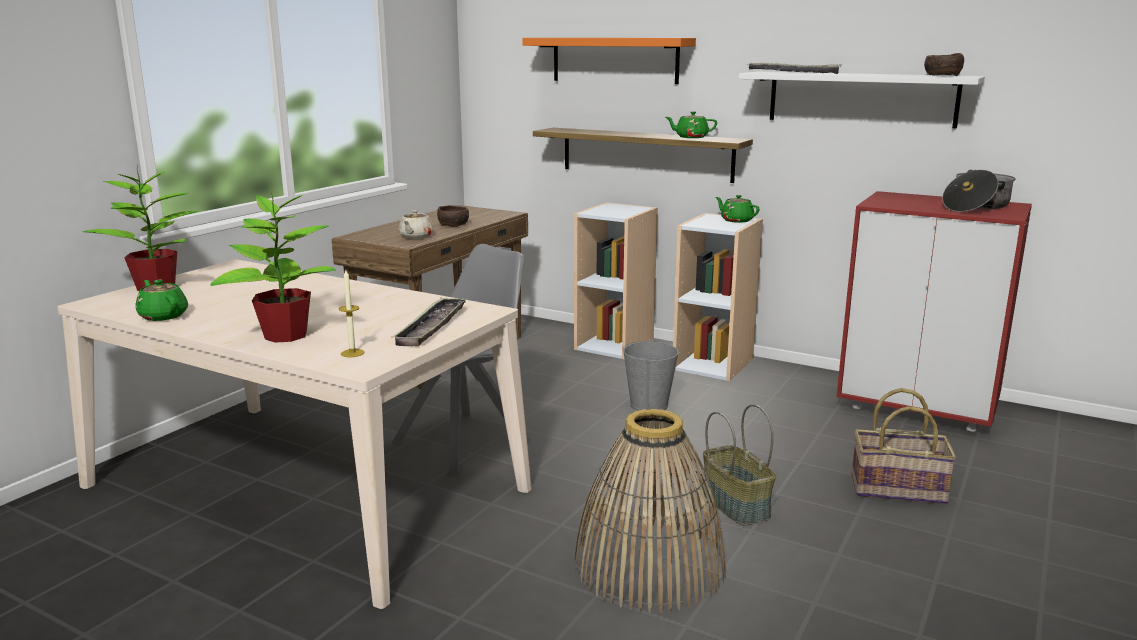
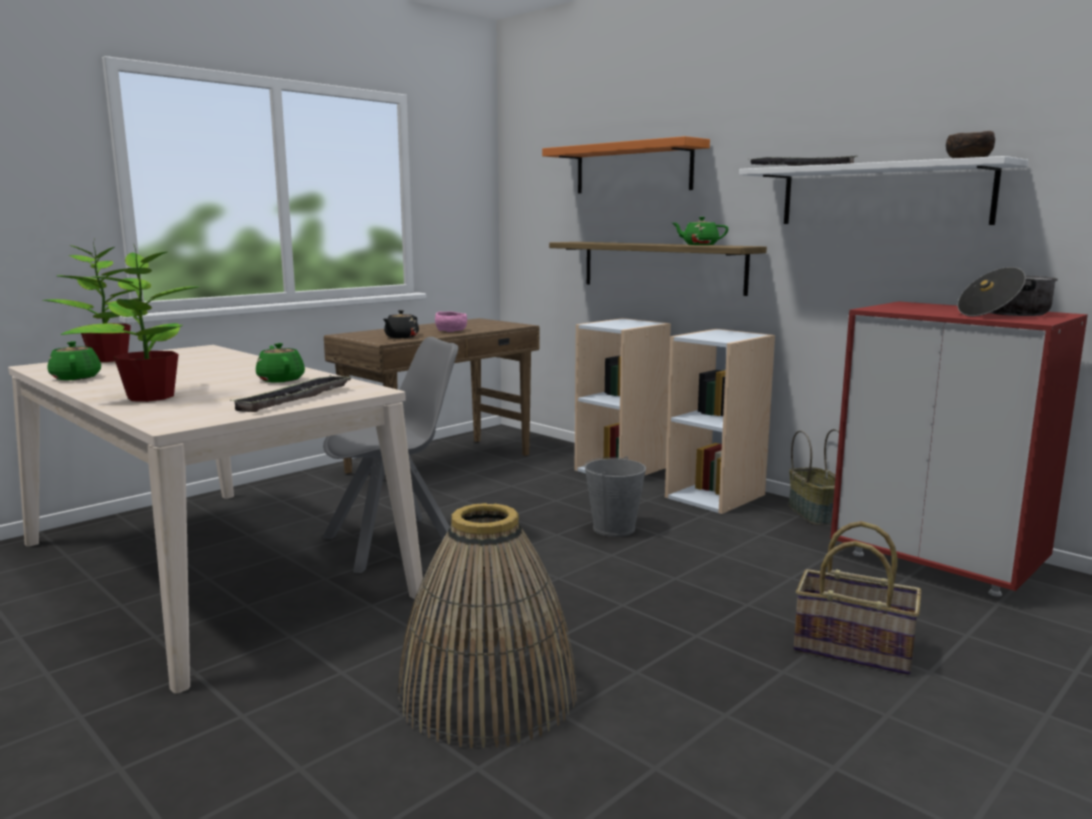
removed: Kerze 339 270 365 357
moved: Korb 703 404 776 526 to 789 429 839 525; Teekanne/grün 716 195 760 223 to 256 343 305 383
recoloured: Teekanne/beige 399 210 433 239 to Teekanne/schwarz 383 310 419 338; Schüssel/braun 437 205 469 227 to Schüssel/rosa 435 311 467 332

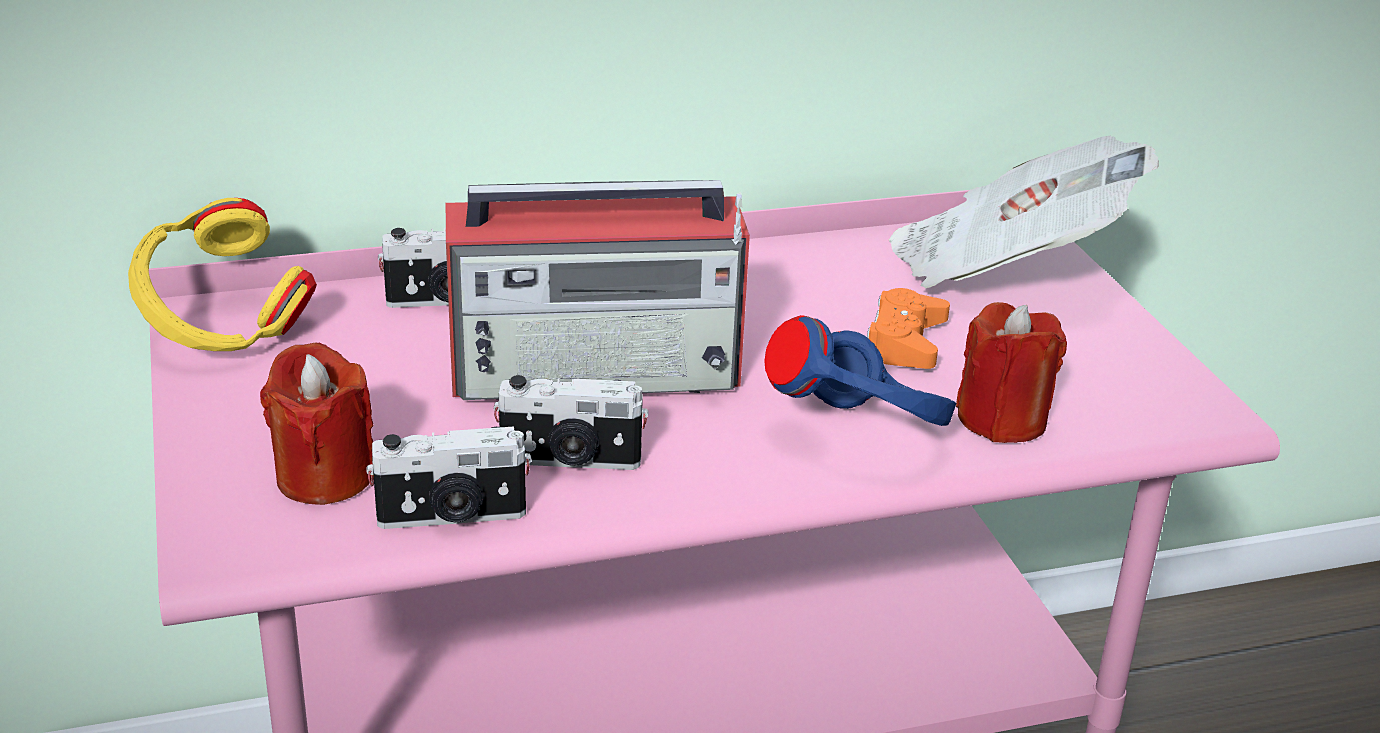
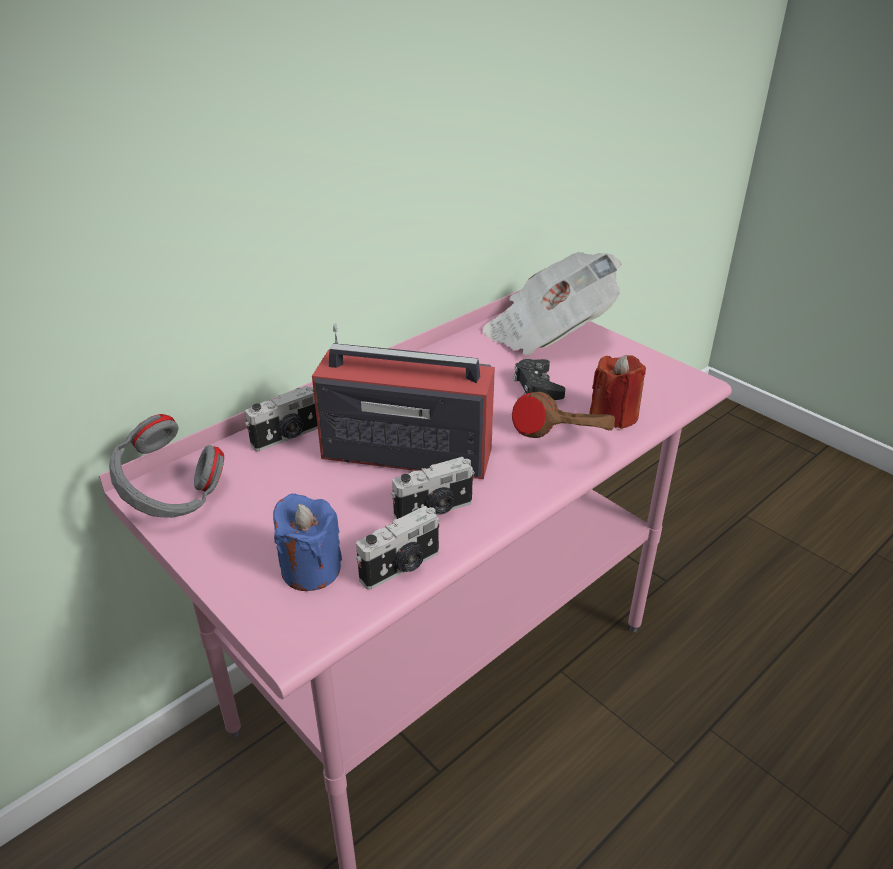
recoloured: Kopfhörer/gelb 128 198 317 351 to Kopfhörer/grau 109 414 224 518; Kerze/rot 260 342 374 505 to Kerze/blau 273 493 342 591; Kopfhörer/blau 764 315 956 426 to Kopfhörer/braun 512 392 615 438; Gamepad/orange 867 288 950 369 to Gamepad/schwarz 513 359 565 400
turned: Radio 446 180 750 400 = 312 323 495 479 135 degrees counterclockwise

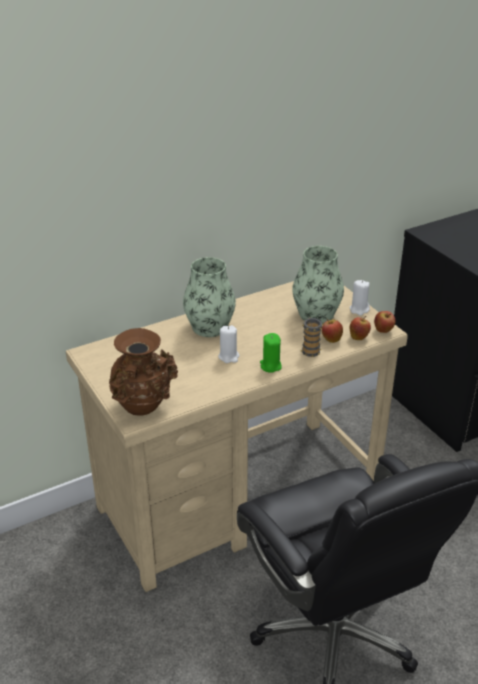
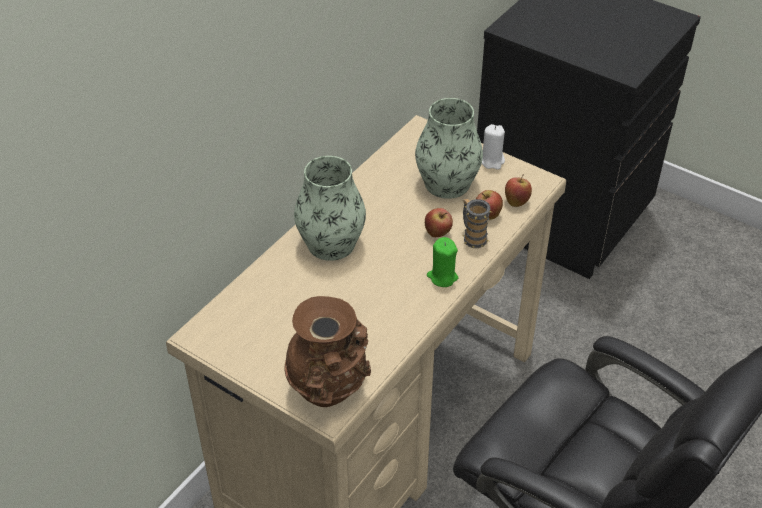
removed: Kerze/weiß 218 325 240 363
moved: Apfel 374 311 396 333 to 425 208 453 237

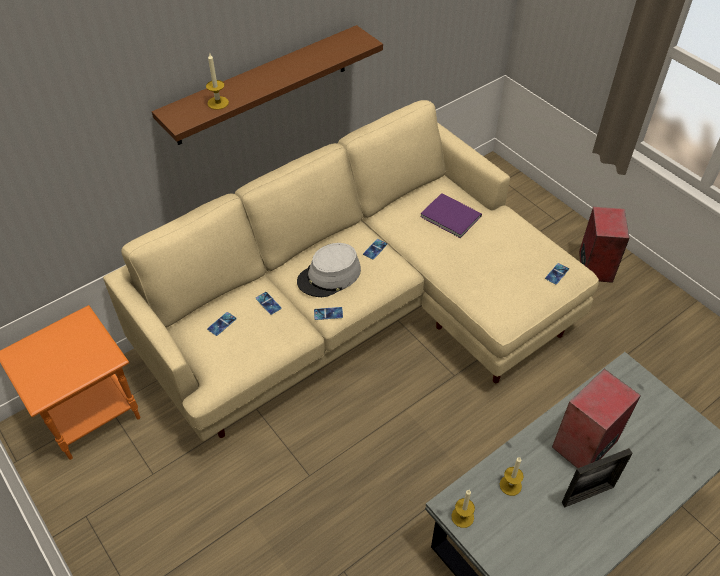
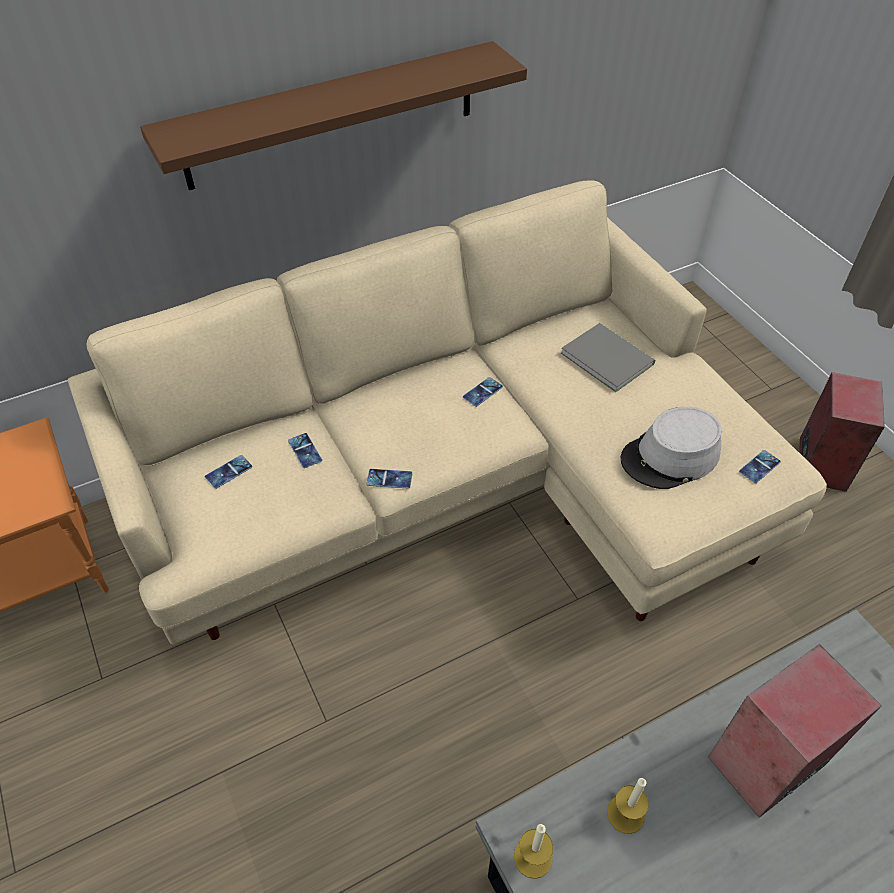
removed: Kerze 206 54 229 110; Bilderrahmen 562 448 633 507
moved: Hut/grau 297 243 361 297 to 621 407 722 489
recoloured: Buch/lila 420 193 482 238 to Buch/grau 561 323 655 392

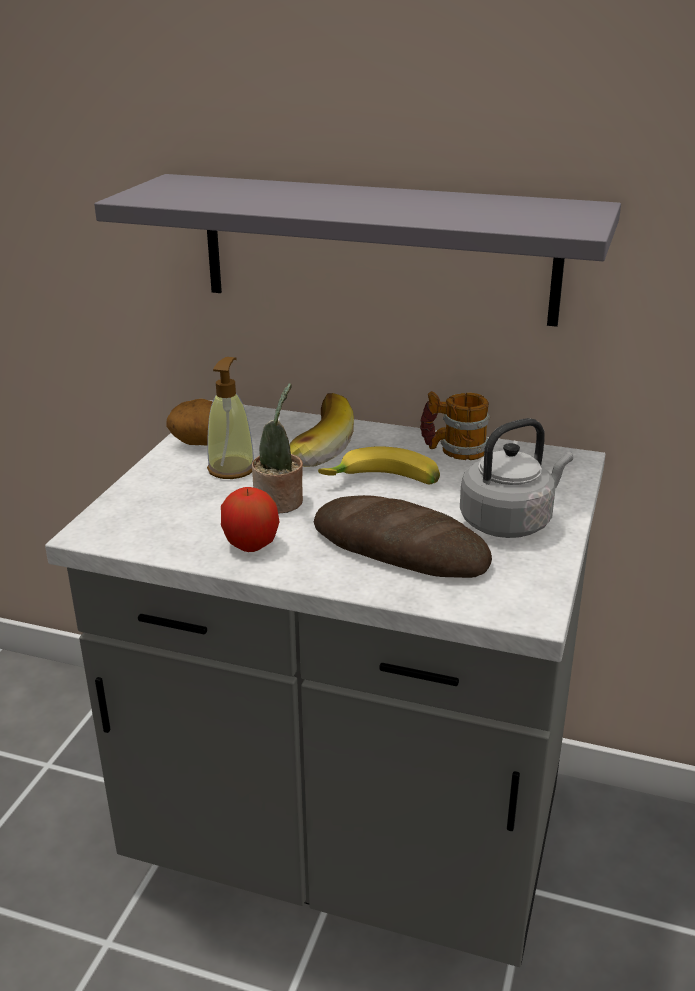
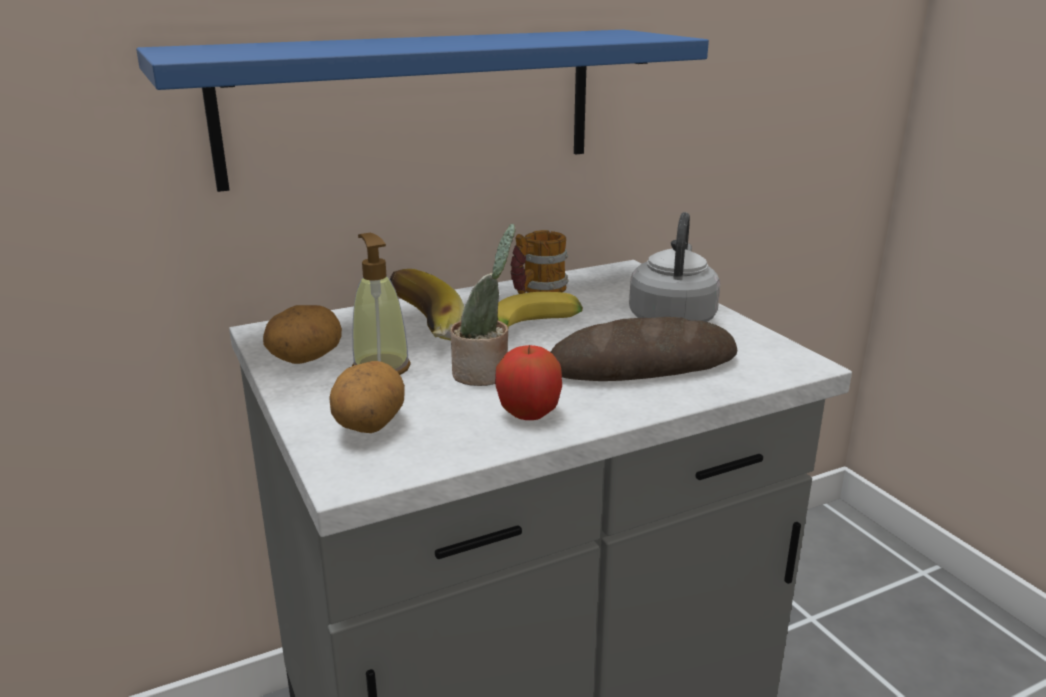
added: Kartoffel 329 361 405 433
recoloured: Wandregal/grau 94 174 621 327 to Wandregal/blau 136 30 709 192

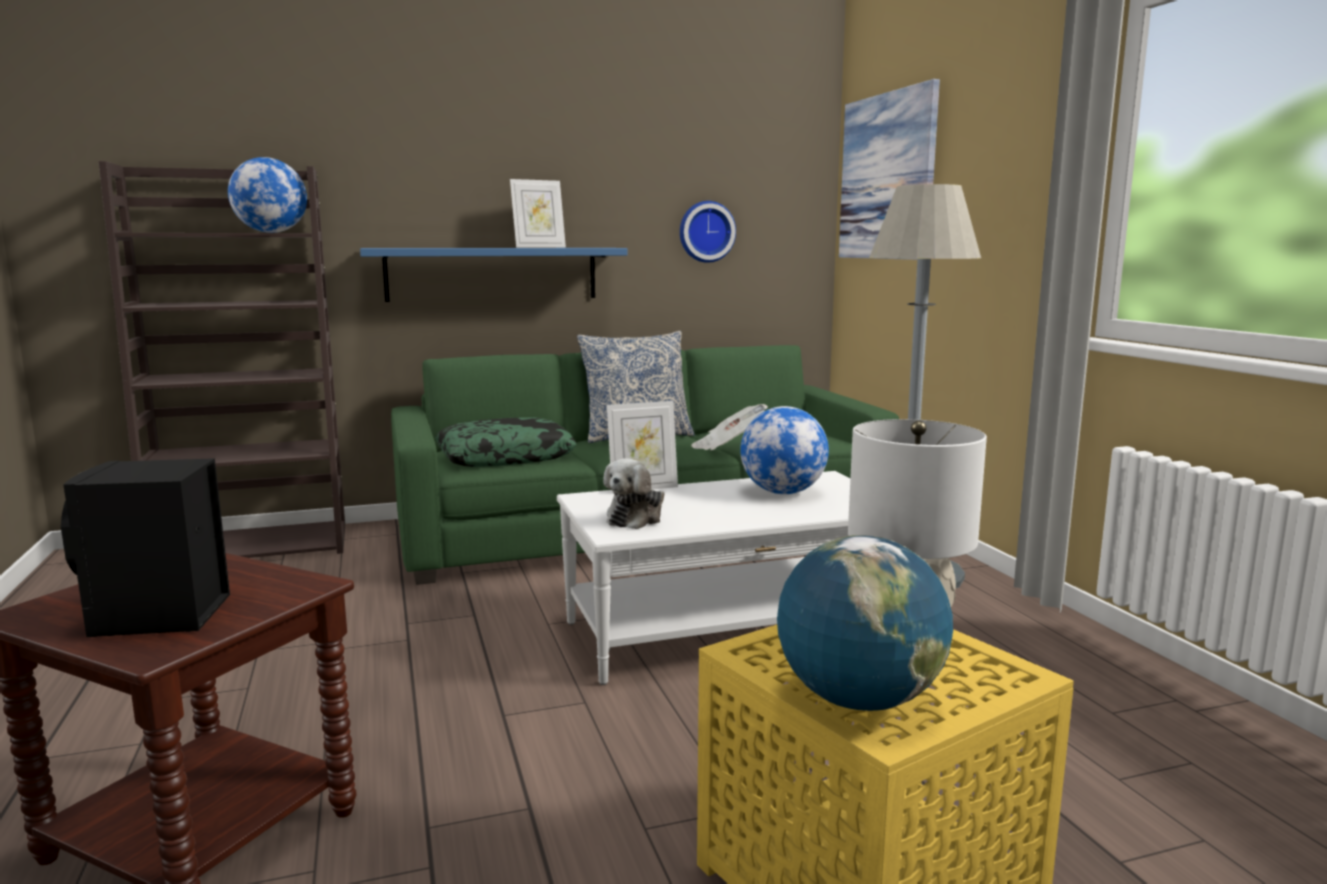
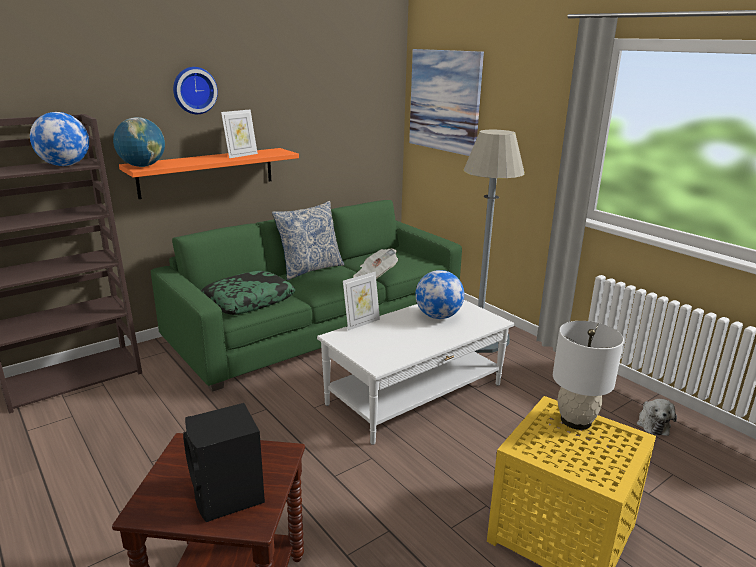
moved: Plüschtier 603 458 665 529 to 637 399 677 436; Wanduhr 680 201 736 263 to 173 67 218 114; Globus 777 535 953 711 to 113 117 165 167
recoloured: Wandregal/blau 360 248 627 302 to Wandregal/orange 119 148 299 199

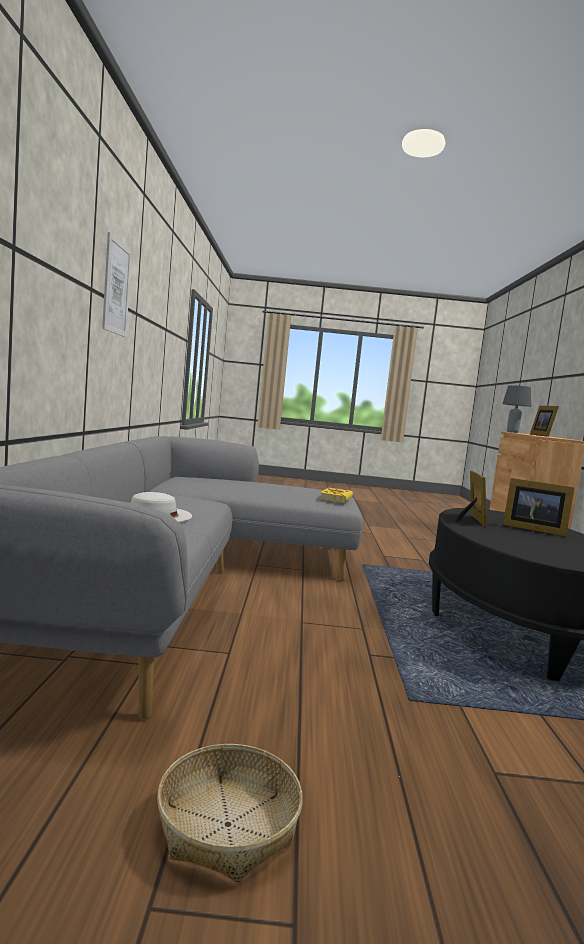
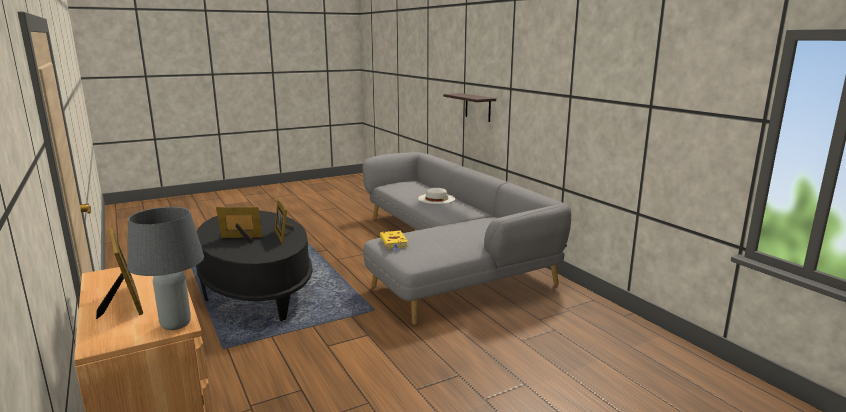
removed: Bild 102 232 132 337; Korb 157 744 303 882
added: Wandregal 443 93 496 122

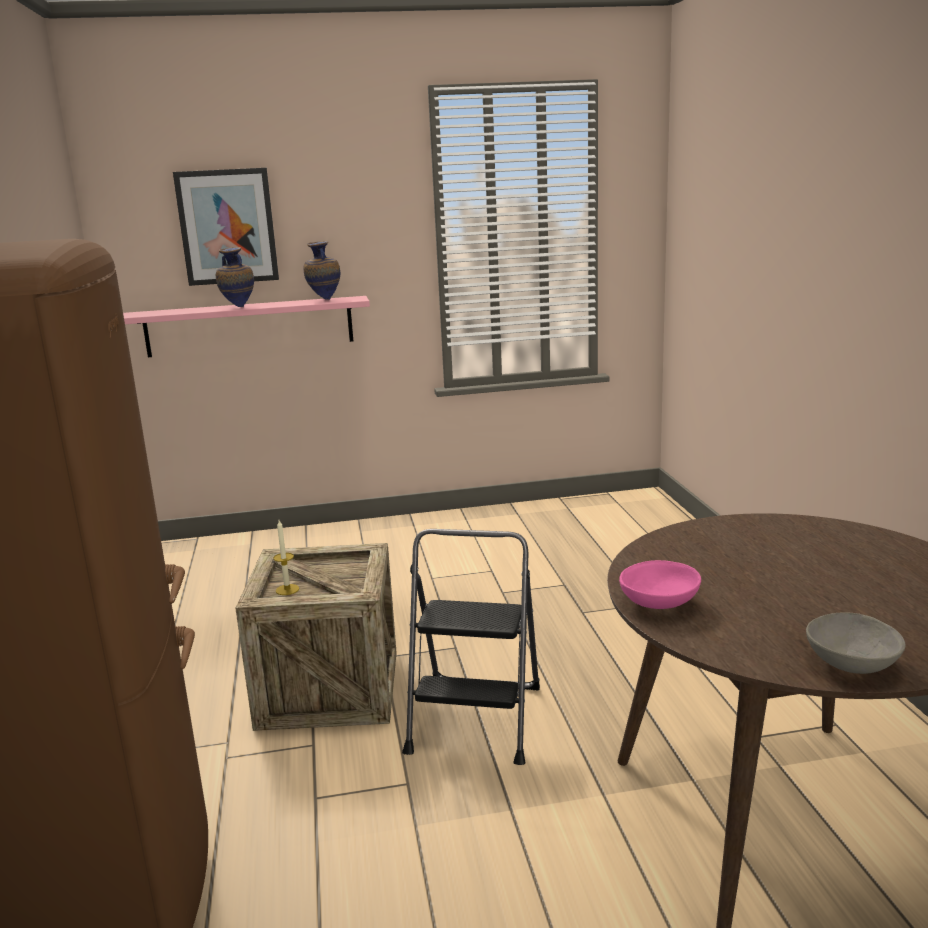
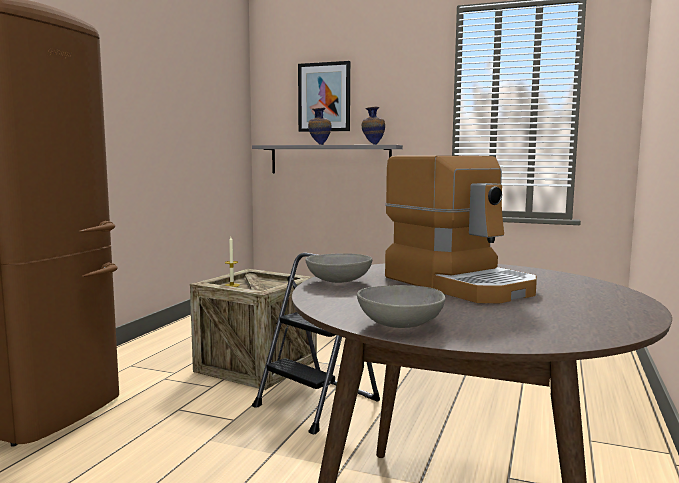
added: Kaffeemaschine 385 156 537 303
recoloured: Wandregal/rosa 123 296 370 357 to Wandregal/grau 252 145 403 173; Schüssel/rosa 619 560 701 609 to Schüssel/grau 305 253 373 283

